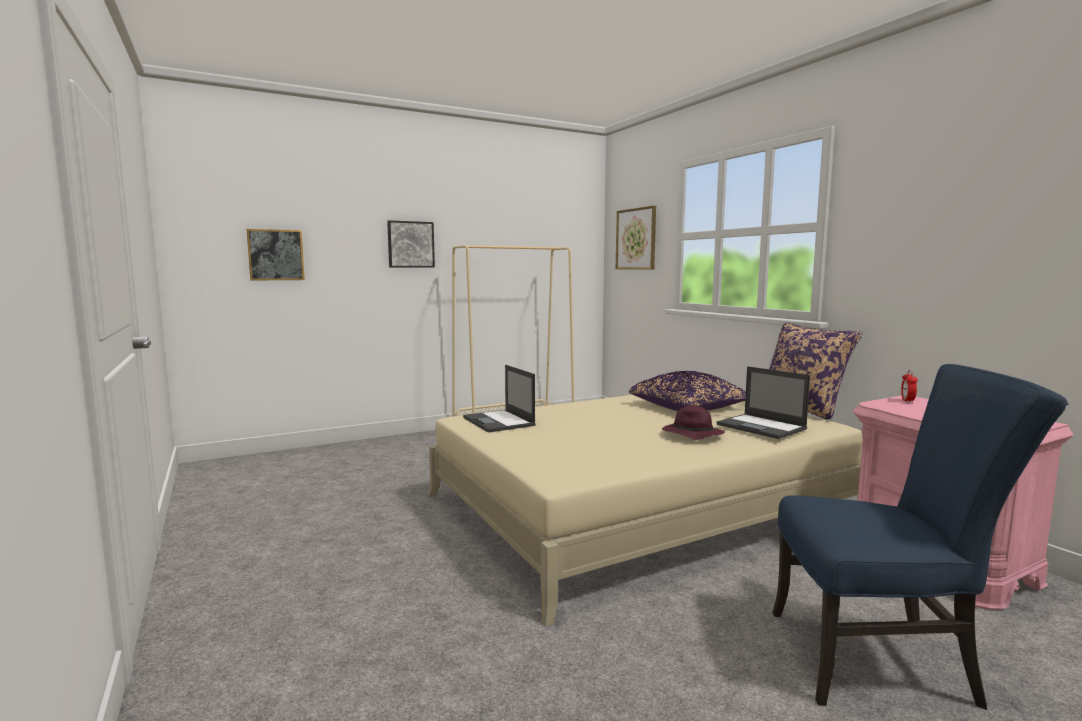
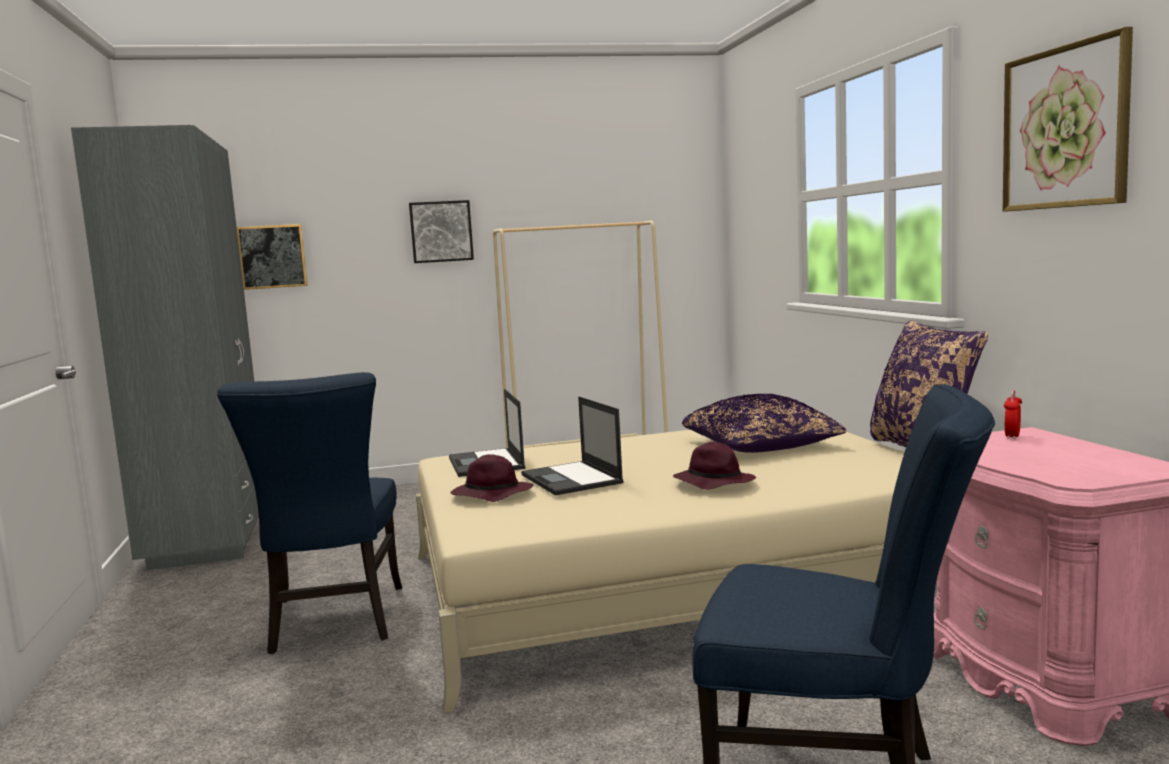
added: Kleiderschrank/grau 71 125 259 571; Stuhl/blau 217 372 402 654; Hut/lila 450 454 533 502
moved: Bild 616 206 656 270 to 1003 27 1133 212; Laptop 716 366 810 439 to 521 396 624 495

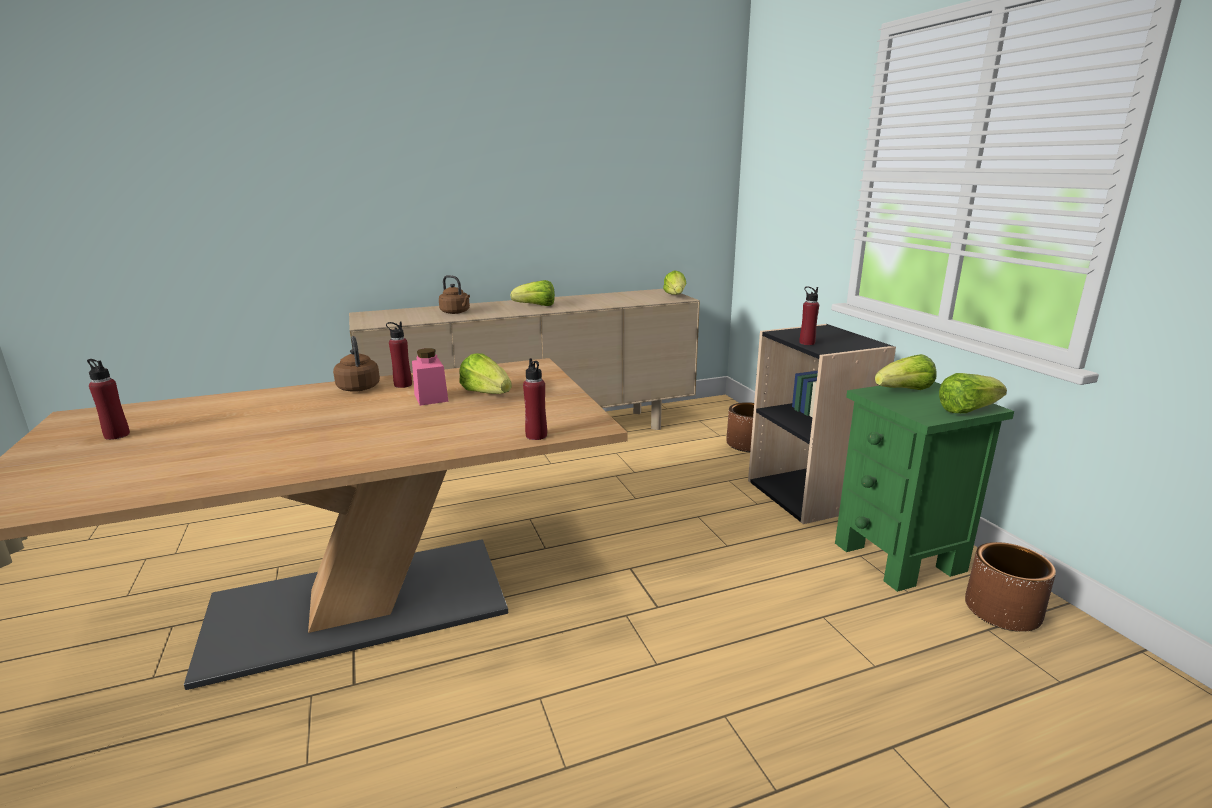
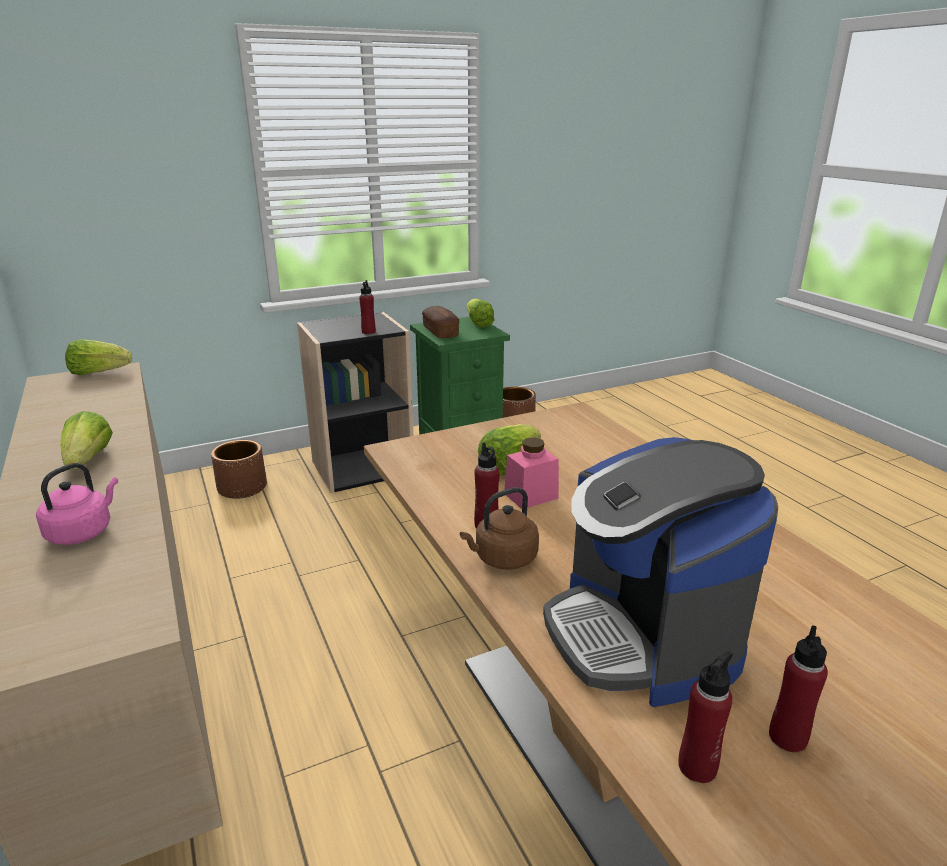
added: Kaffeemaschine 543 437 778 707
moved: Flasche/rot 523 358 547 440 to 678 651 733 783
replaced: Salatkopf 875 354 936 390 to Brot 422 306 460 338
recoloured: Wasserkessel/braun 439 275 470 314 to Wasserkessel/rosa 36 463 118 545

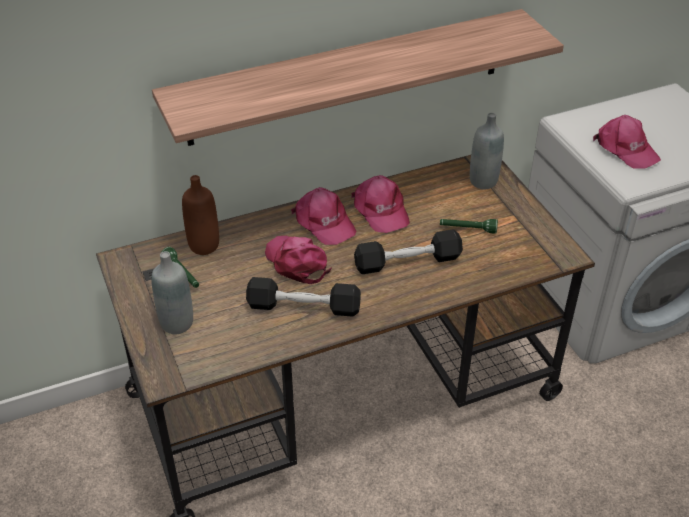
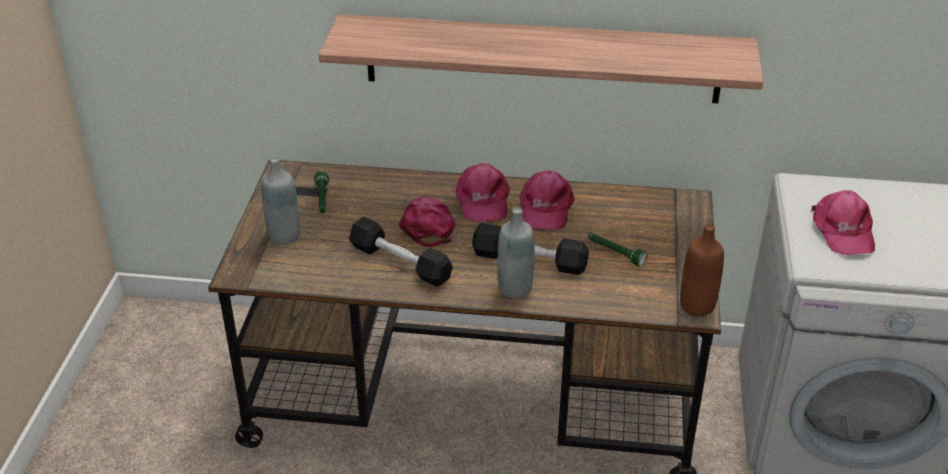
moved: Flasche/braun 182 175 219 255 to 680 224 724 316; Flasche/grau 470 113 504 190 to 497 208 535 299

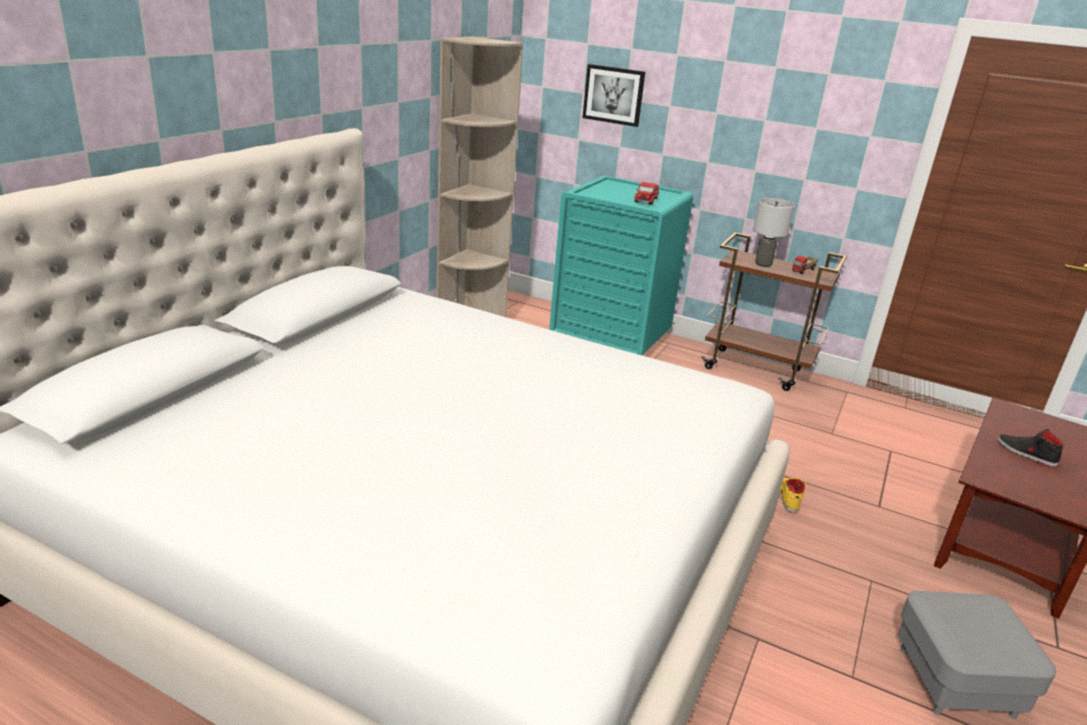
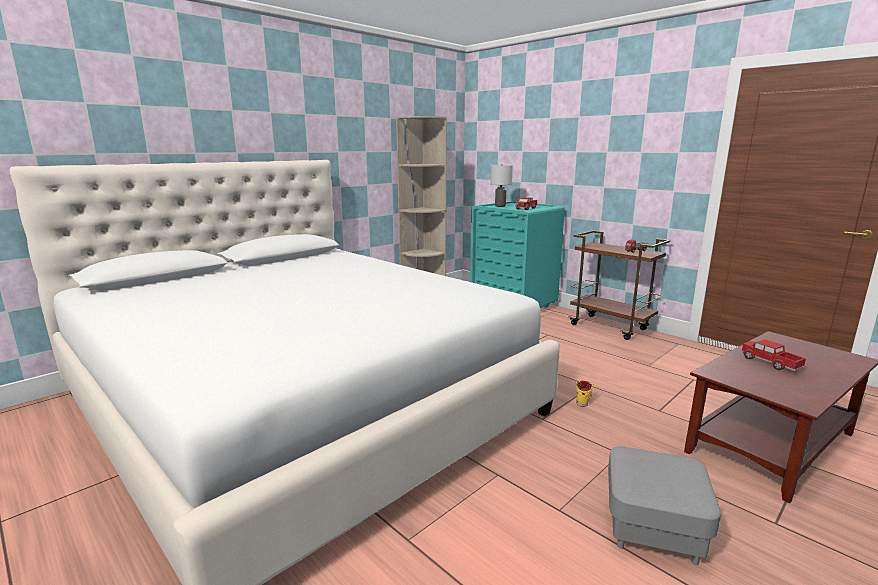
removed: Bild 583 64 645 127
moved: Tischlampe/weiß 753 198 795 267 to 490 164 513 207
replaced: Schuh/schwarz 997 429 1064 467 to Spielzeuglaster 741 339 806 371

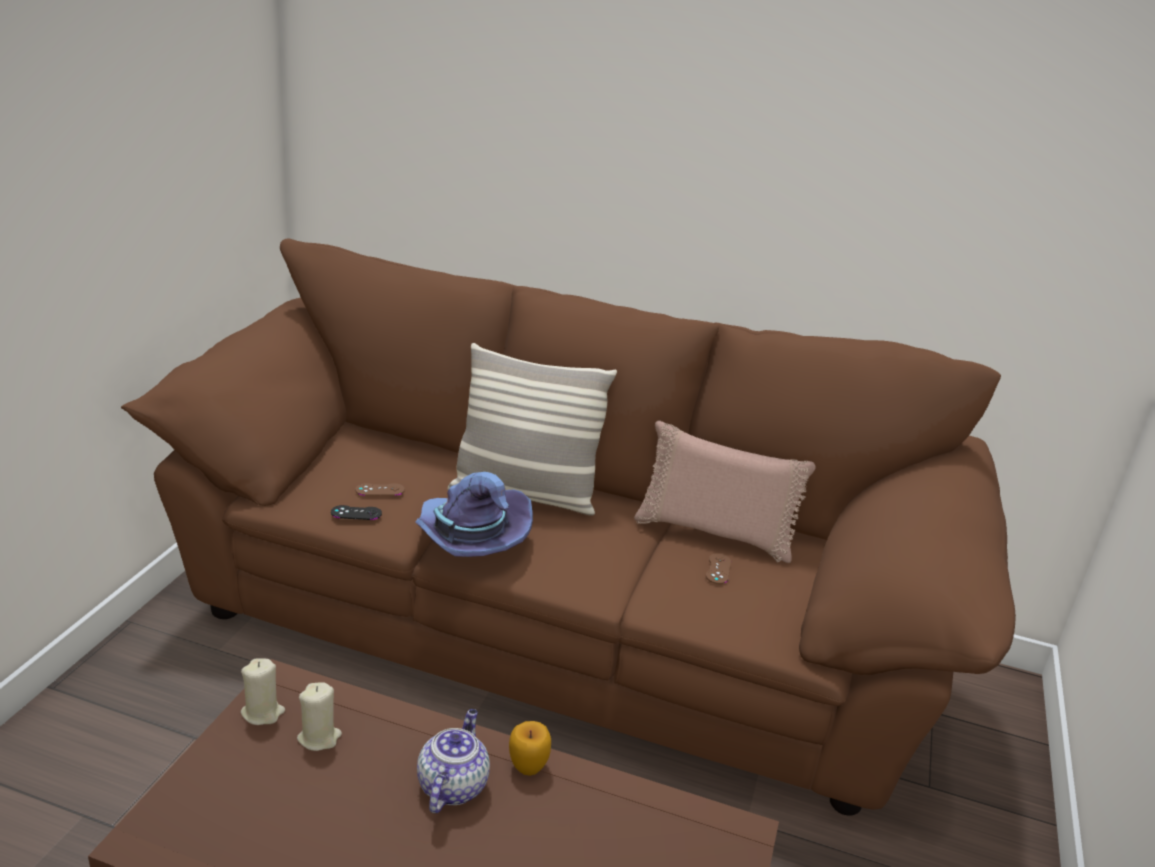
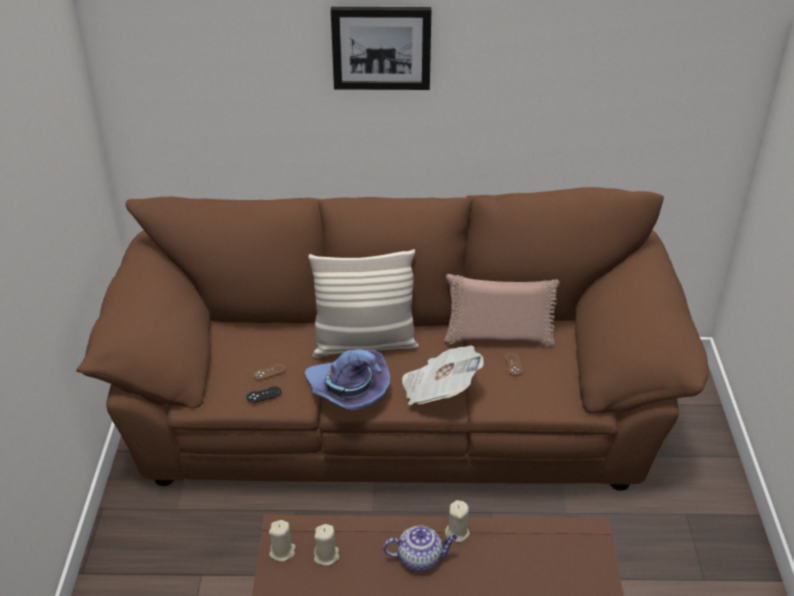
added: Bild 331 7 431 90; Zeitung 402 345 484 405
replaced: Apfel 509 721 551 776 to Kerze/beige 445 500 470 543
turned: Teekanne 417 709 490 813 = 383 525 457 572 90 degrees clockwise

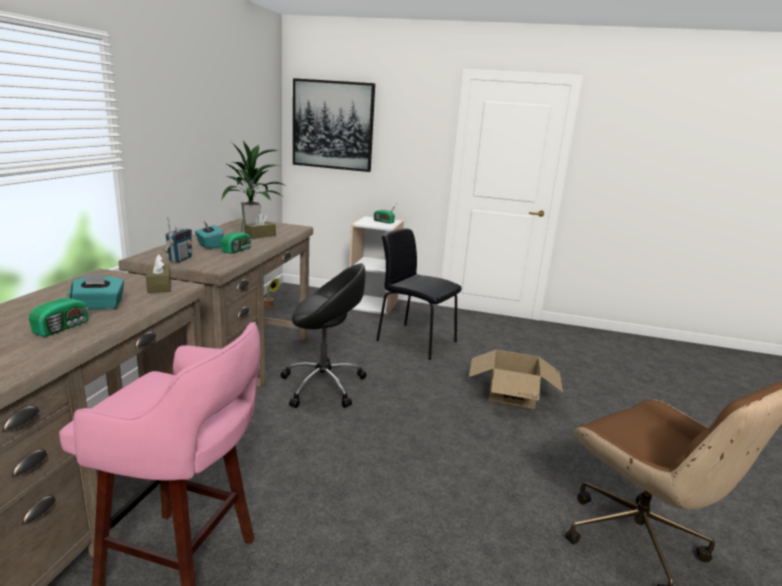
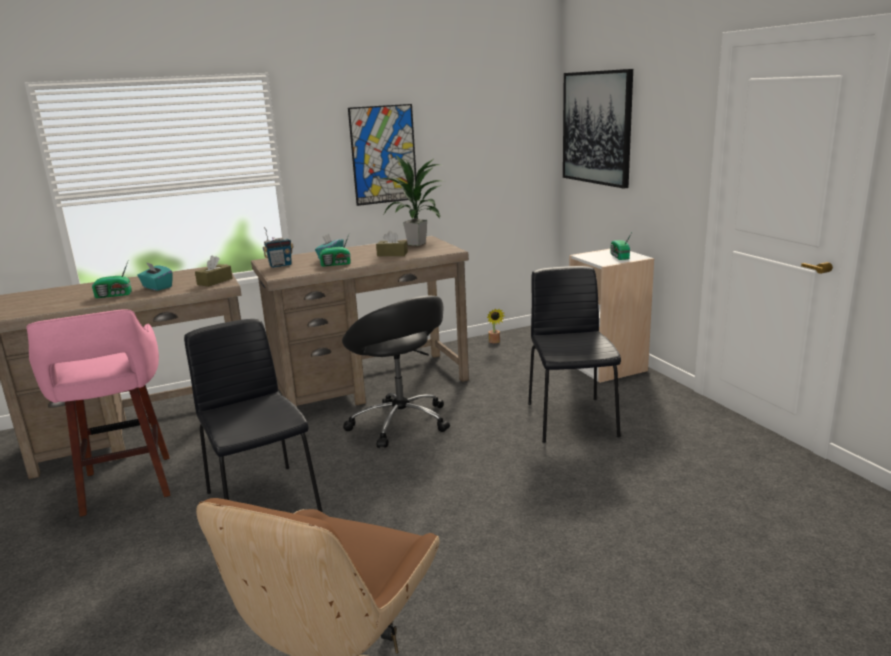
removed: Karton 469 350 563 409
added: Stuhl/schwarz 184 319 323 512; Bild 348 104 417 206

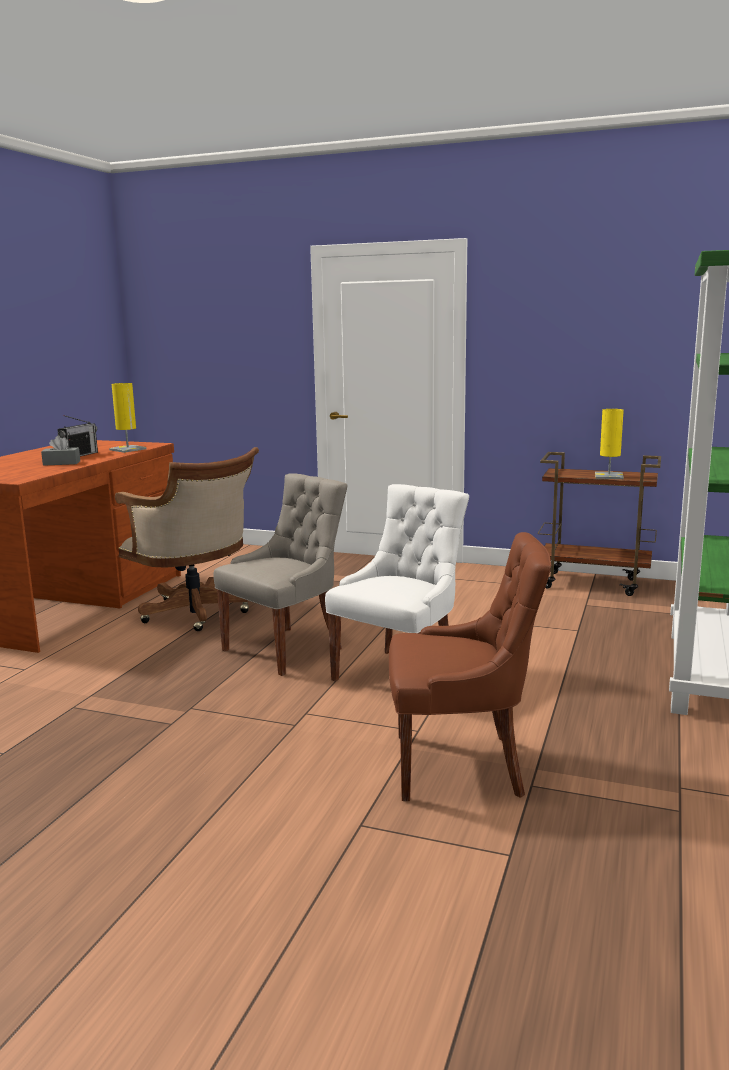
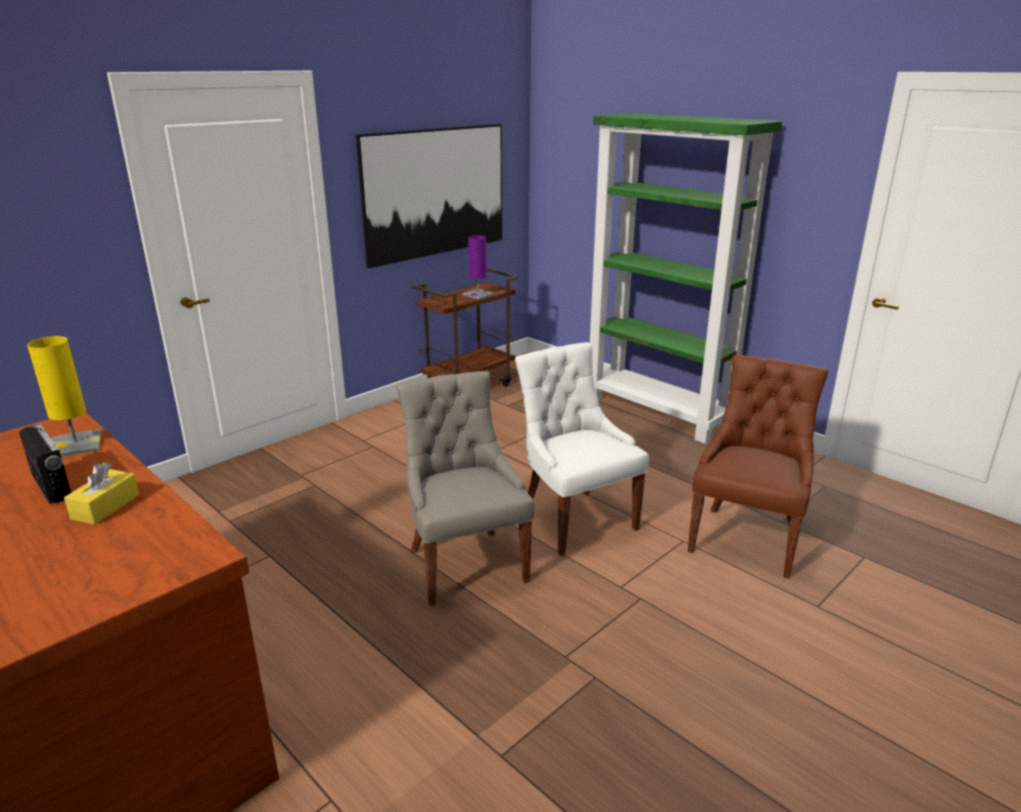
removed: Bürostuhl 115 447 259 631
added: Bild 356 124 502 268
recoloured: Taschentuchbox/grau 41 436 80 466 to Taschentuchbox/gelb 64 462 139 525; Tischlampe/gelb 595 409 624 479 to Tischlampe/lila 462 235 494 300

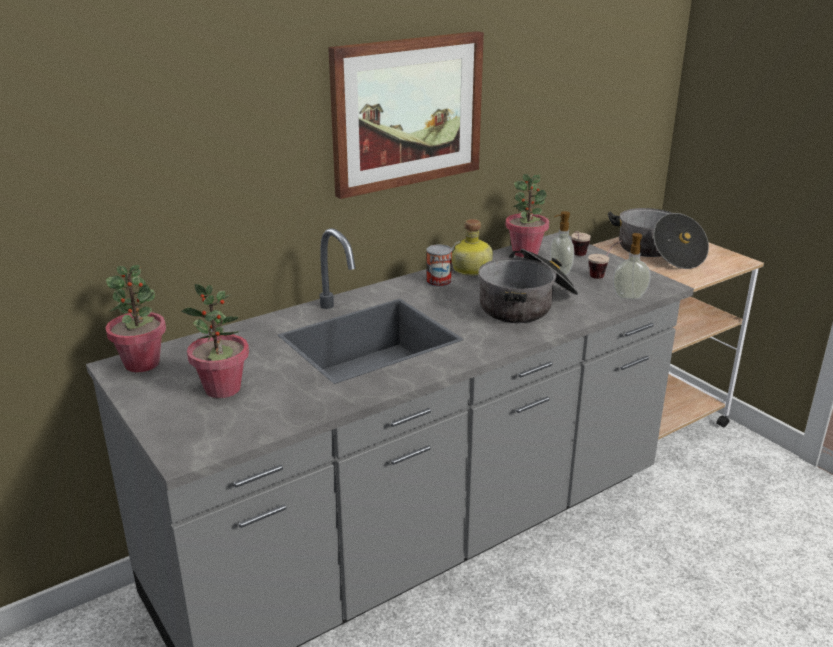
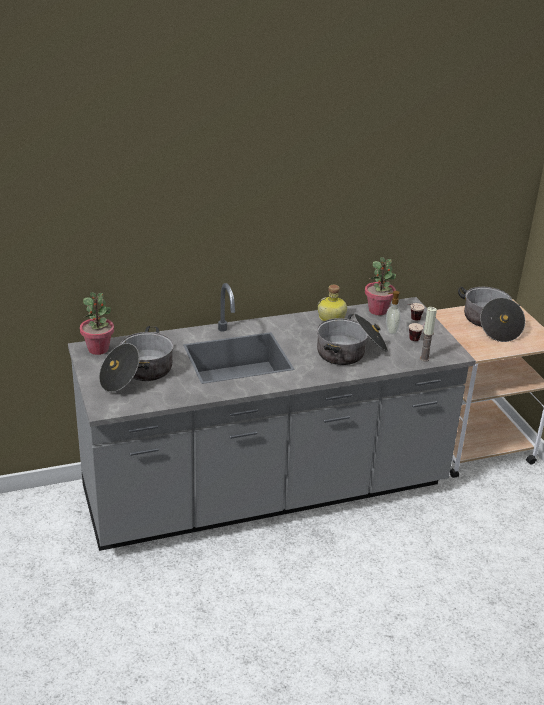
removed: Bild 328 31 484 199; Dose 426 245 452 287
replaced: Topfpflanze 181 284 249 398 to Kochtopf 99 326 174 392; Seifenspender 613 233 650 299 to Kerze 420 307 437 361

